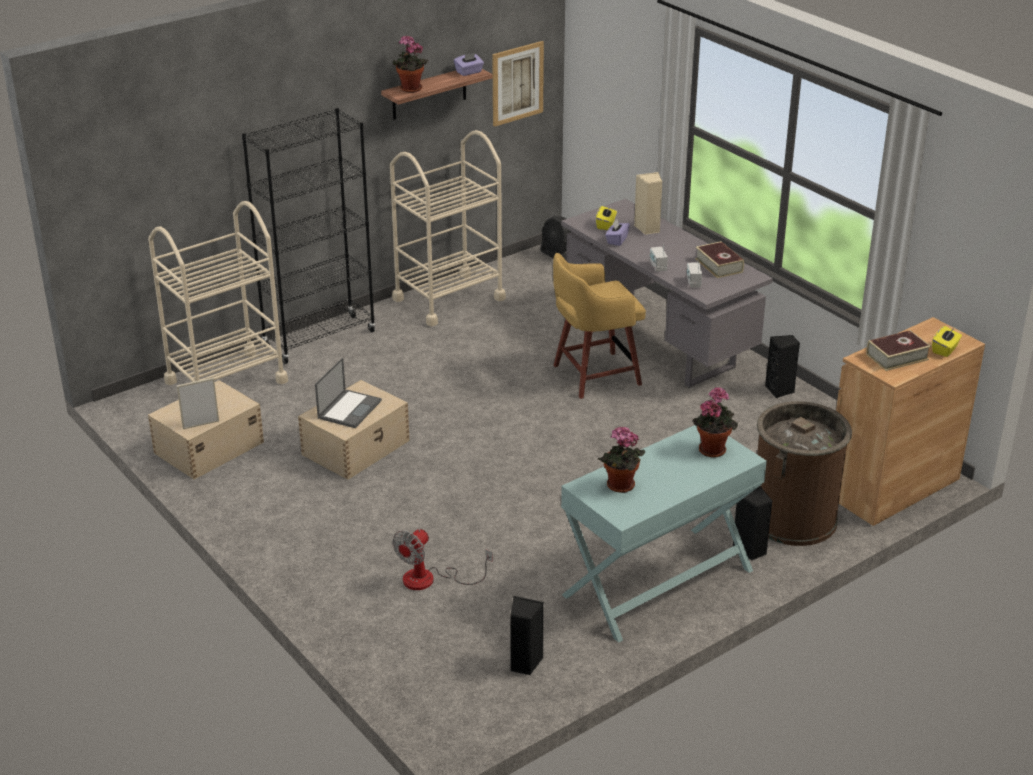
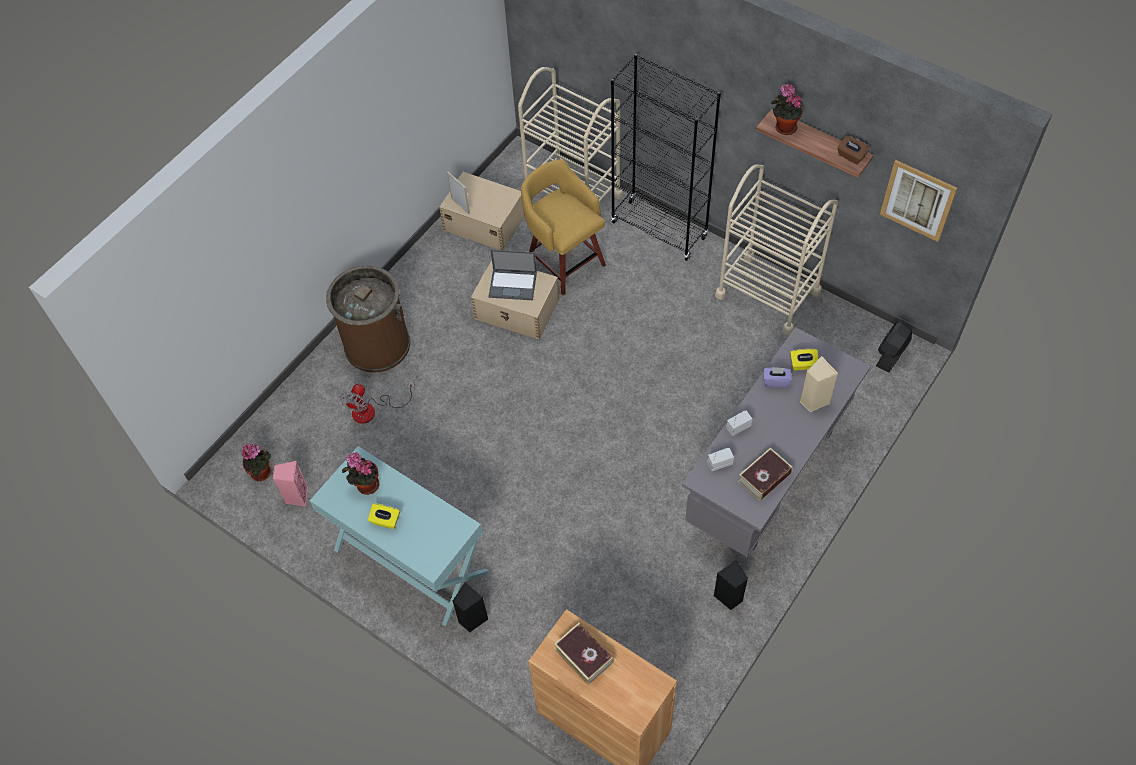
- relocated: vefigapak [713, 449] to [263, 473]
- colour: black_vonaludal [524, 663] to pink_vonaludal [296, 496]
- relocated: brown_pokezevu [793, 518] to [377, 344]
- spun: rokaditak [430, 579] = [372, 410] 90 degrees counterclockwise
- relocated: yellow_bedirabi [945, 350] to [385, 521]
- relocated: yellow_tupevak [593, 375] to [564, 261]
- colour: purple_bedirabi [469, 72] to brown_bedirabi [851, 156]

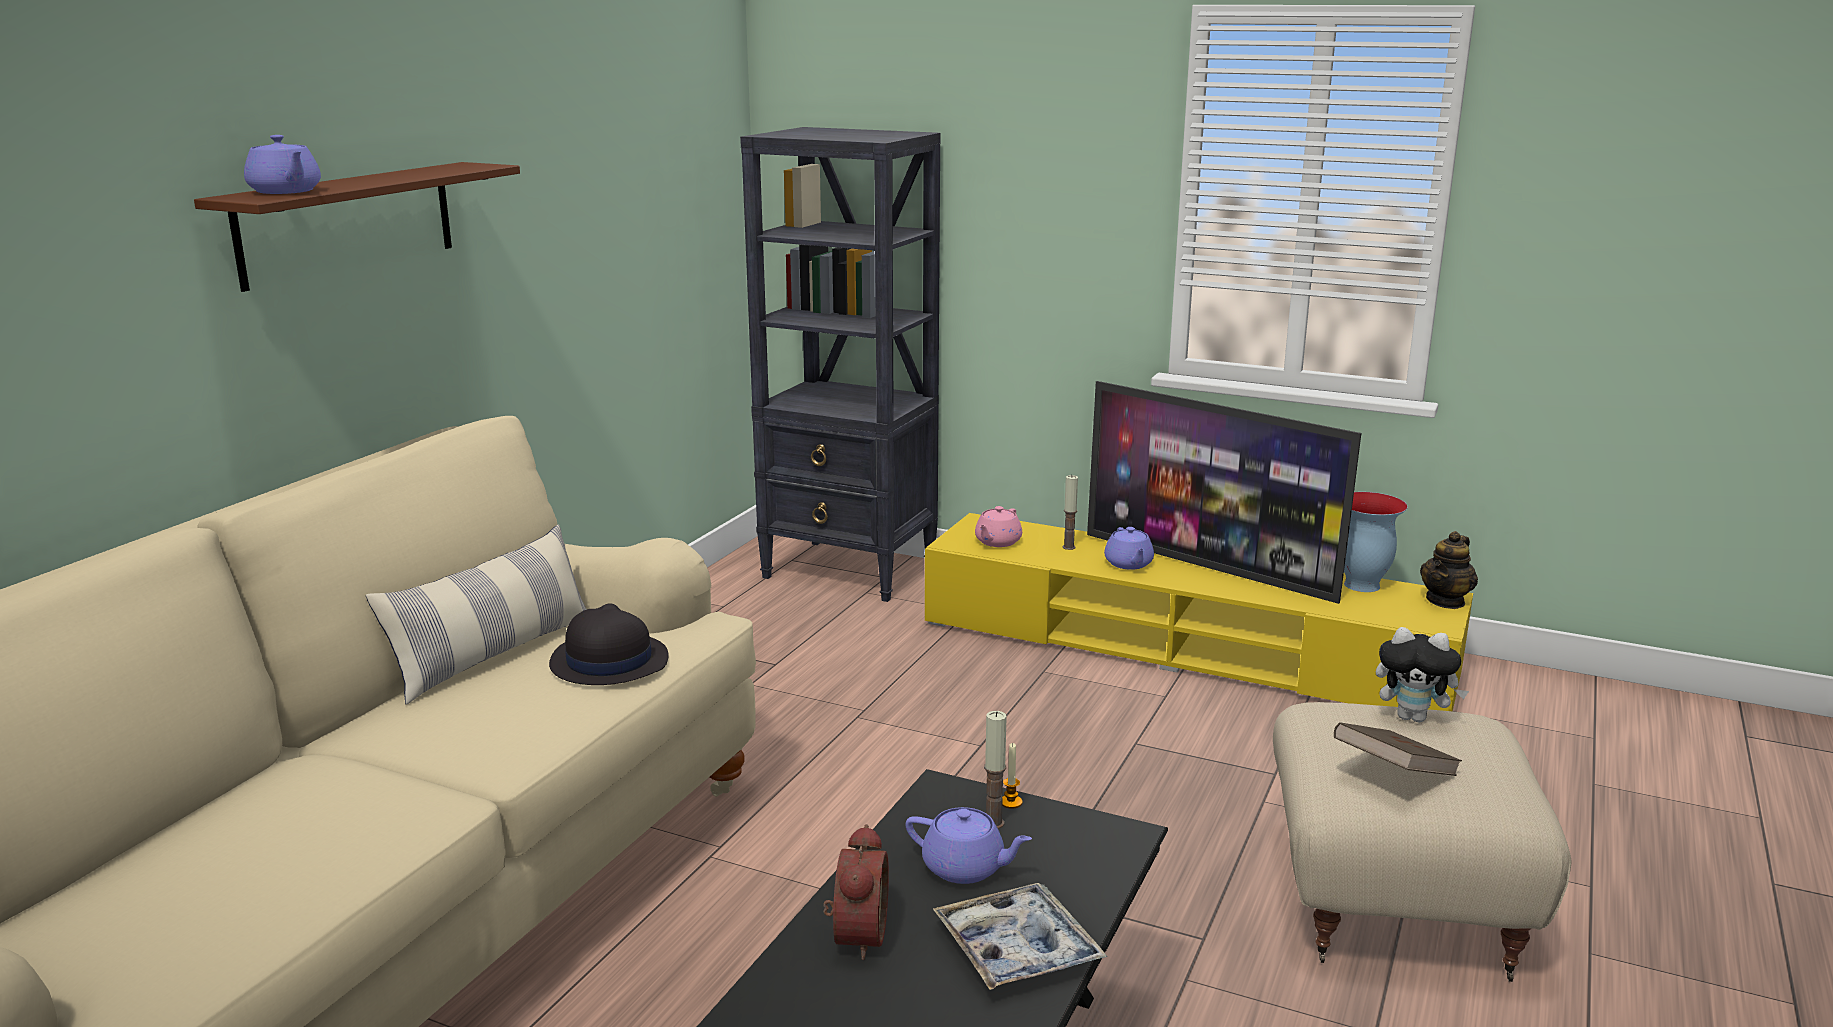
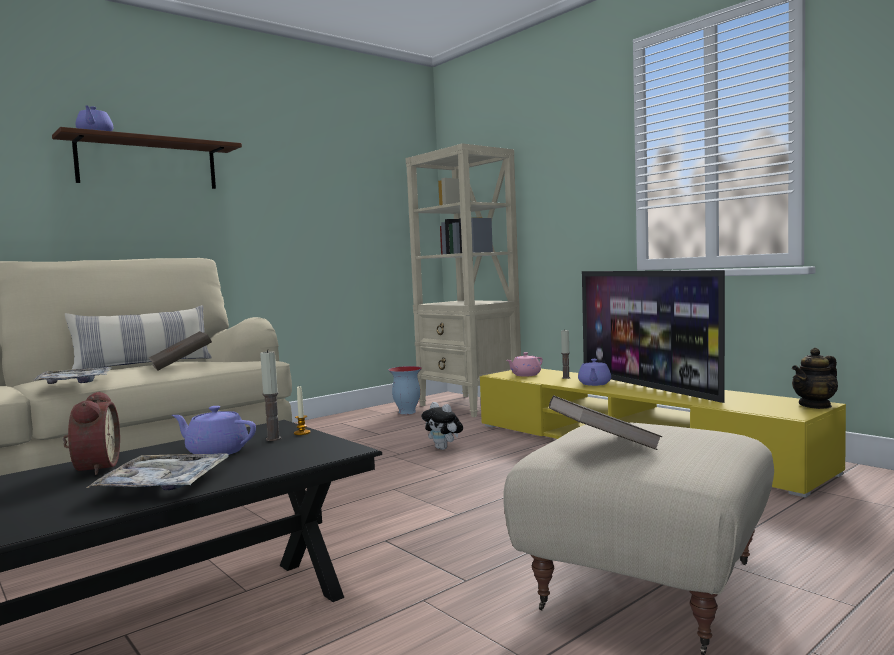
- appeared: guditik [75, 382]
- spun: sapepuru [855, 935] = [93, 468] 45 degrees counterclockwise
- exchanged: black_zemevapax [608, 661] to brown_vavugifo [181, 365]
- spun: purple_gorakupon [965, 868] = [216, 452] 150 degrees clockwise
- relocated: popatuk [1362, 585] to [407, 412]
- colour: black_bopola [850, 571] to beige_bopola [470, 406]
- relocated: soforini [1413, 717] to [444, 448]

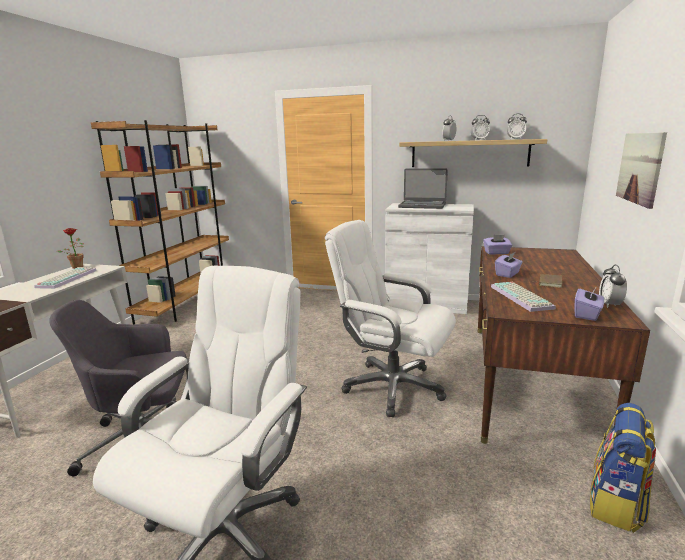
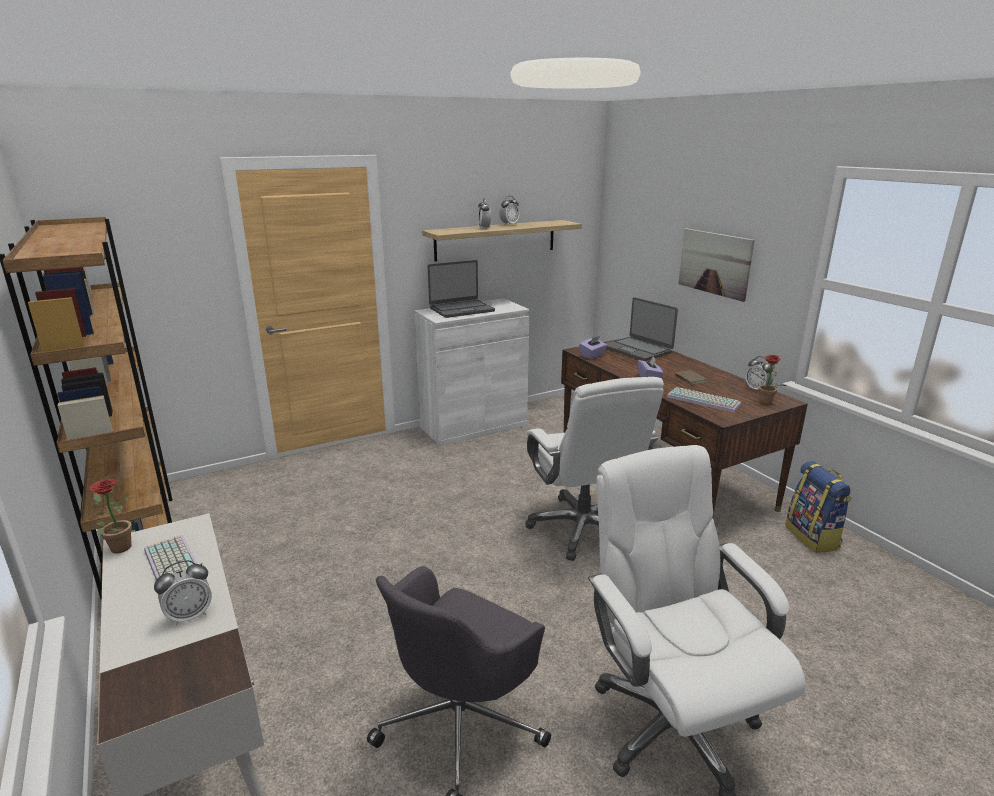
- relocated: sapepuru [515, 139] to [189, 615]
- spun: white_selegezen [392, 387] = [583, 528] 90 degrees counterclockwise
- appeared: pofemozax [637, 350]
- exchanged: purple_bedirabi [587, 314] to vefigapak [763, 402]

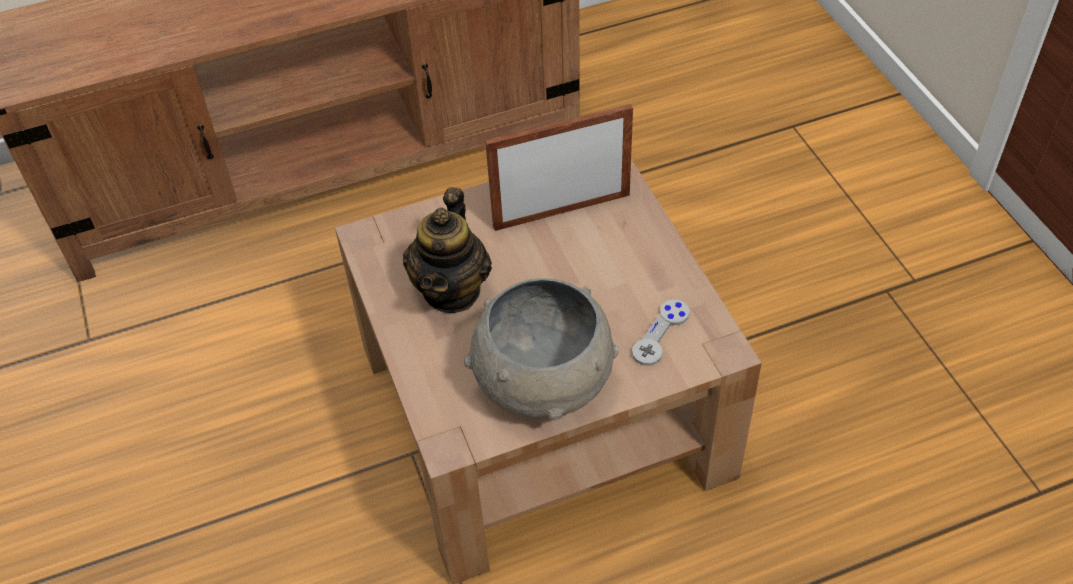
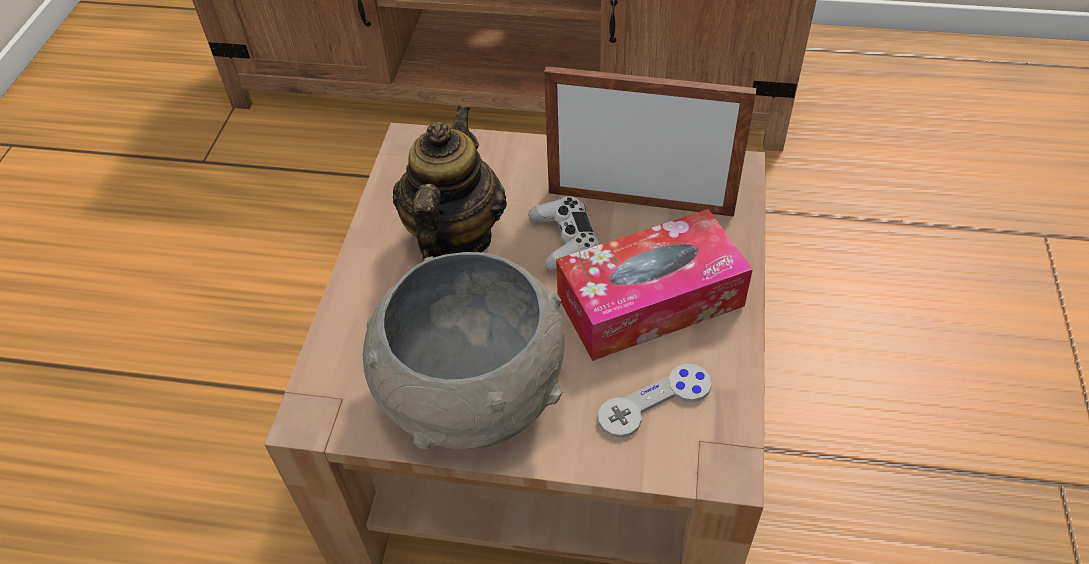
- spun: gorakupon [452, 290] = [453, 239] 150 degrees clockwise
- appeared: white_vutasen [564, 241]
- appeared: bedirabi [650, 301]

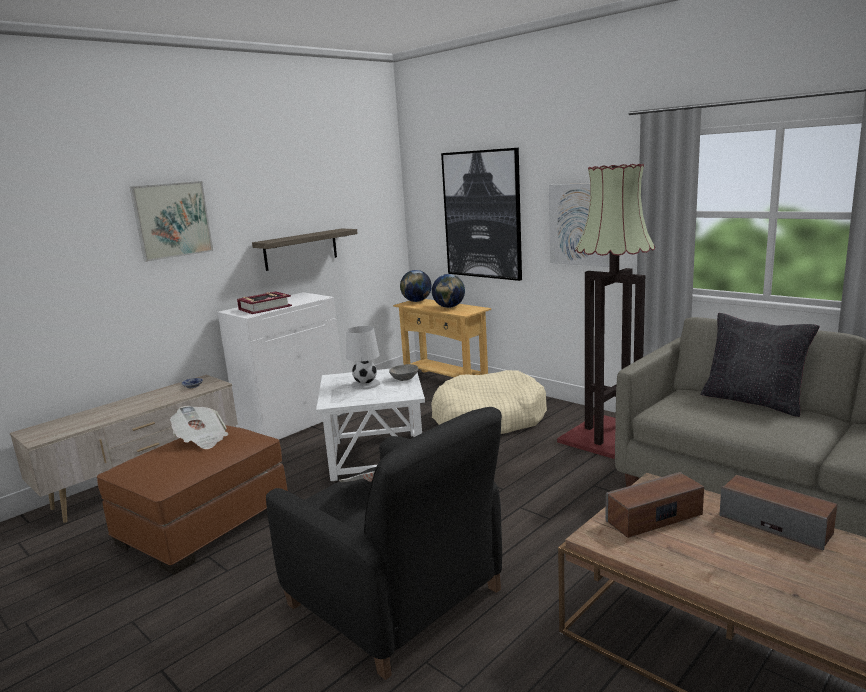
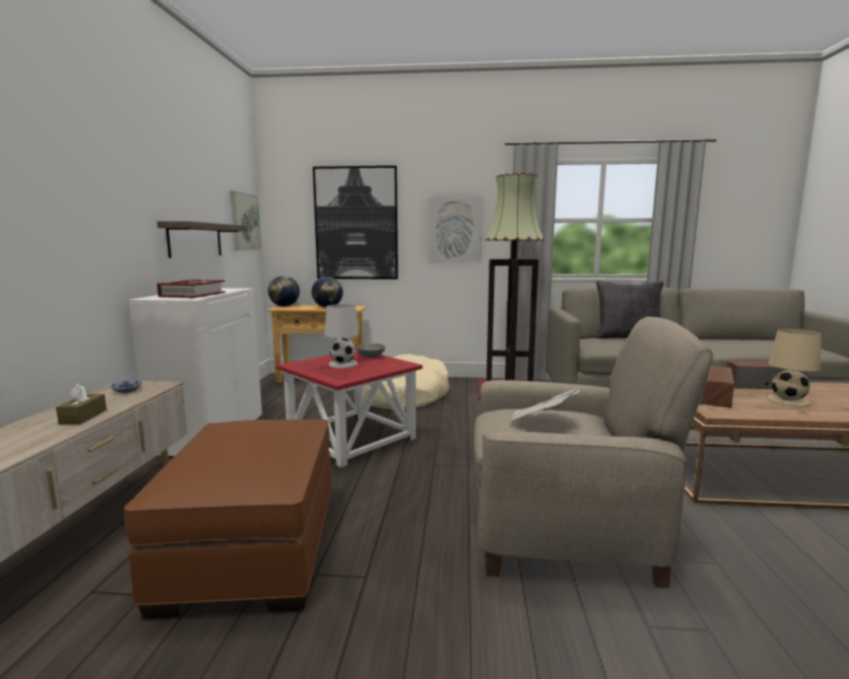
- appeared: brown_bedirabi [83, 417]
- relocated: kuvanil [172, 220] to [245, 222]
- colour: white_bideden [378, 455] to red_bideden [352, 438]
- colour: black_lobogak [396, 599] to beige_lobogak [564, 529]
- appeared: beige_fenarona [788, 401]
- missing: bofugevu [201, 440]

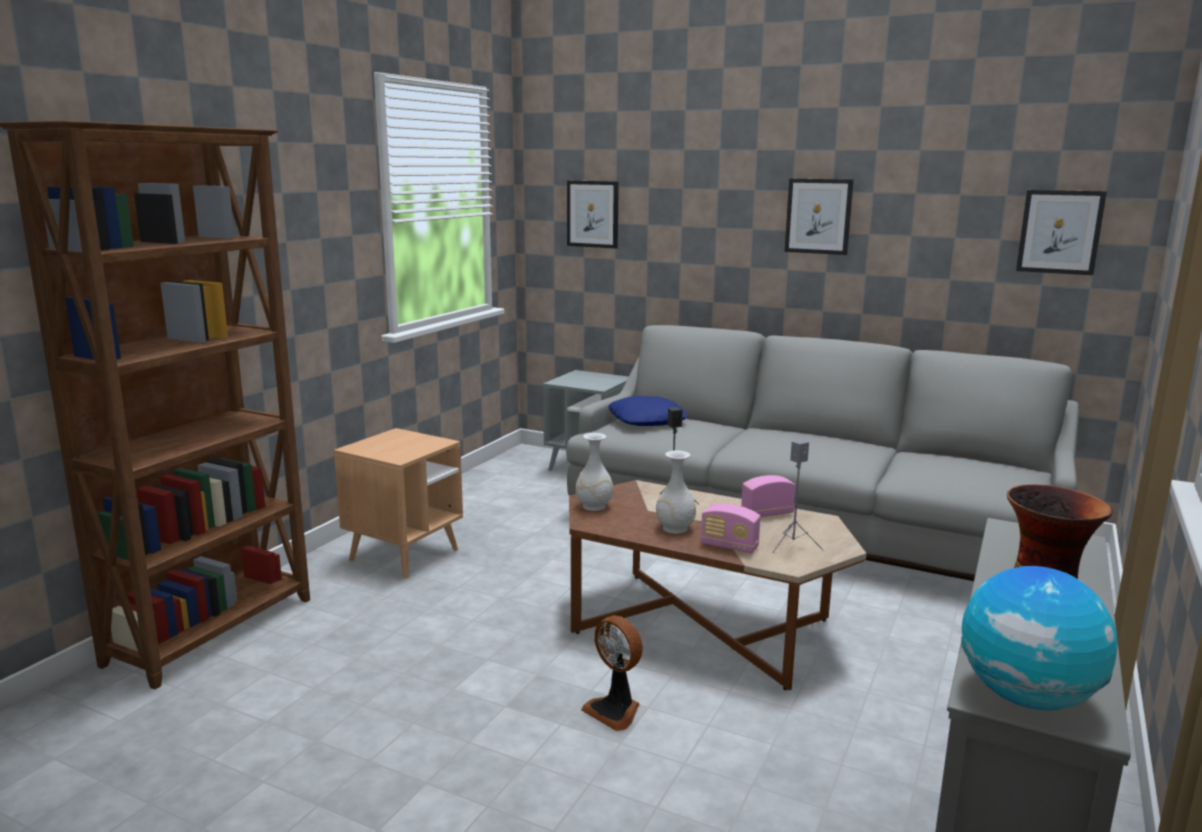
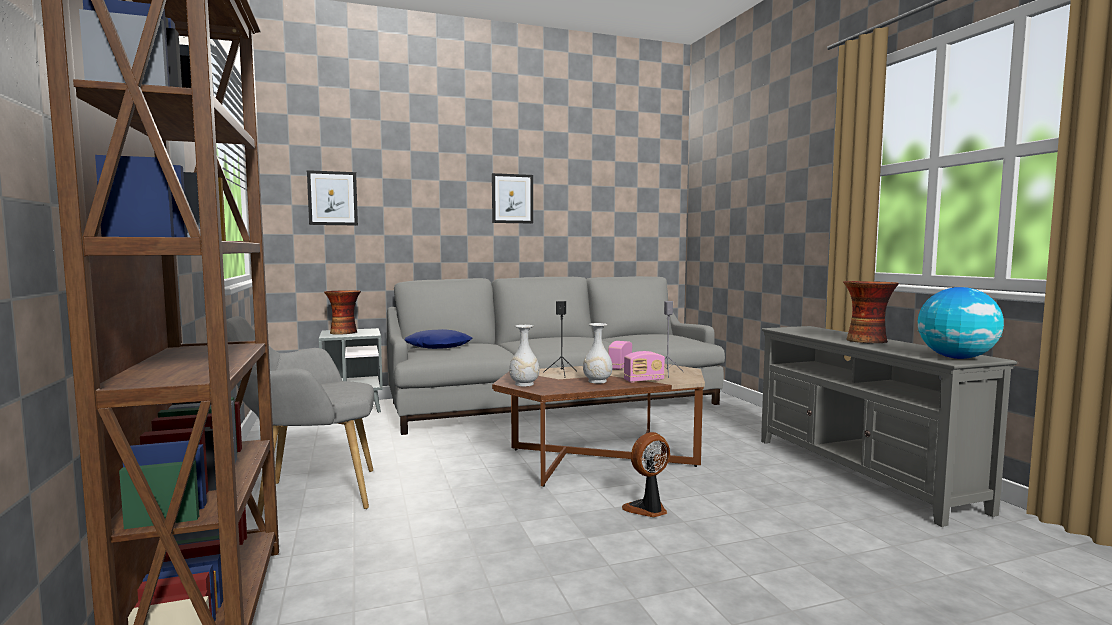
- exchanged: brown_bideden [404, 555] to grey_lobogak [309, 494]
- appeared: popatuk [344, 332]
- spun: rokaditak [615, 710] = [648, 509] 150 degrees clockwise
- missing: kuvanil [1060, 232]

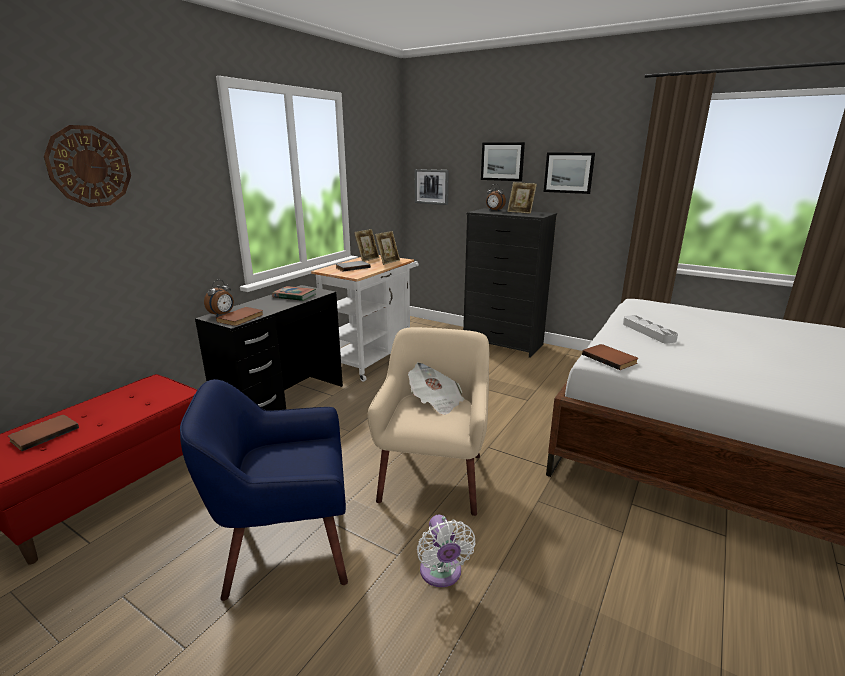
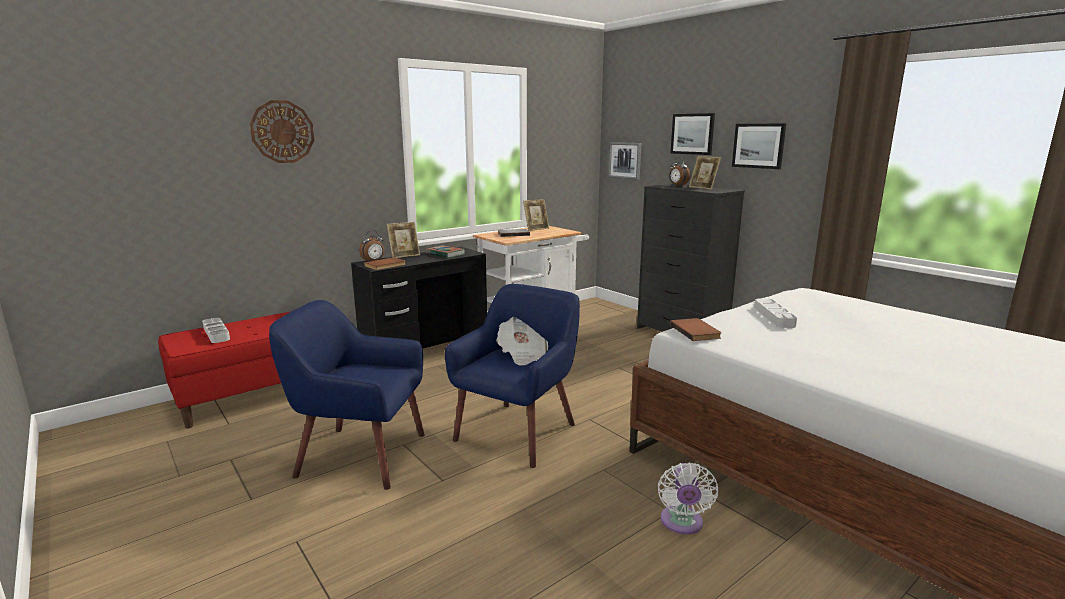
- exchanged: brown_vavugifo [44, 433] to grey_guditik [216, 333]
- relocated: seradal [388, 262] to [404, 256]
- colour: beige_lobogak [433, 476] to blue_lobogak [518, 432]
- relocated: white_rokaditak [441, 574] to [682, 523]

